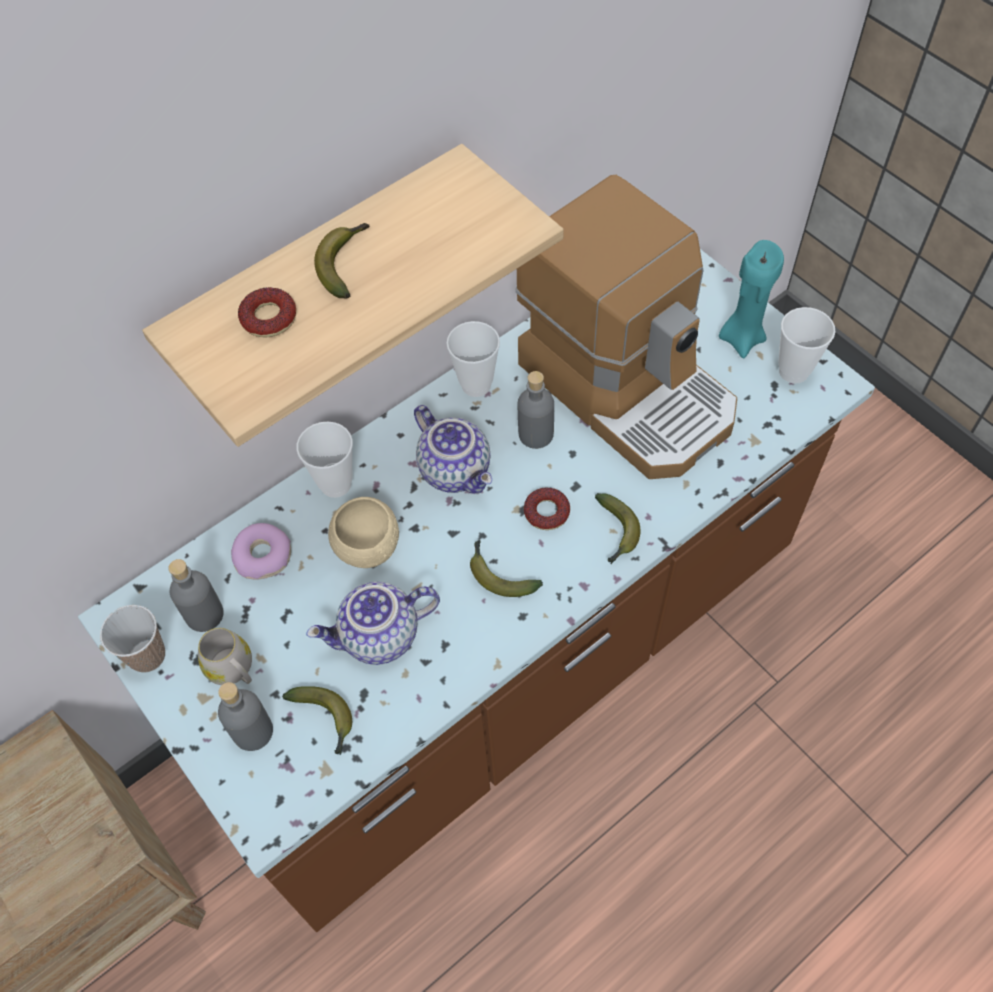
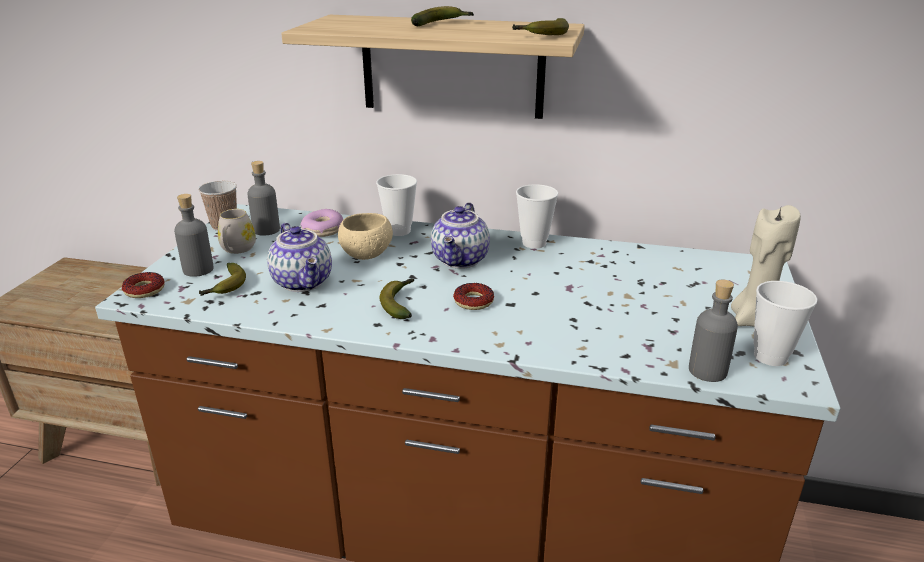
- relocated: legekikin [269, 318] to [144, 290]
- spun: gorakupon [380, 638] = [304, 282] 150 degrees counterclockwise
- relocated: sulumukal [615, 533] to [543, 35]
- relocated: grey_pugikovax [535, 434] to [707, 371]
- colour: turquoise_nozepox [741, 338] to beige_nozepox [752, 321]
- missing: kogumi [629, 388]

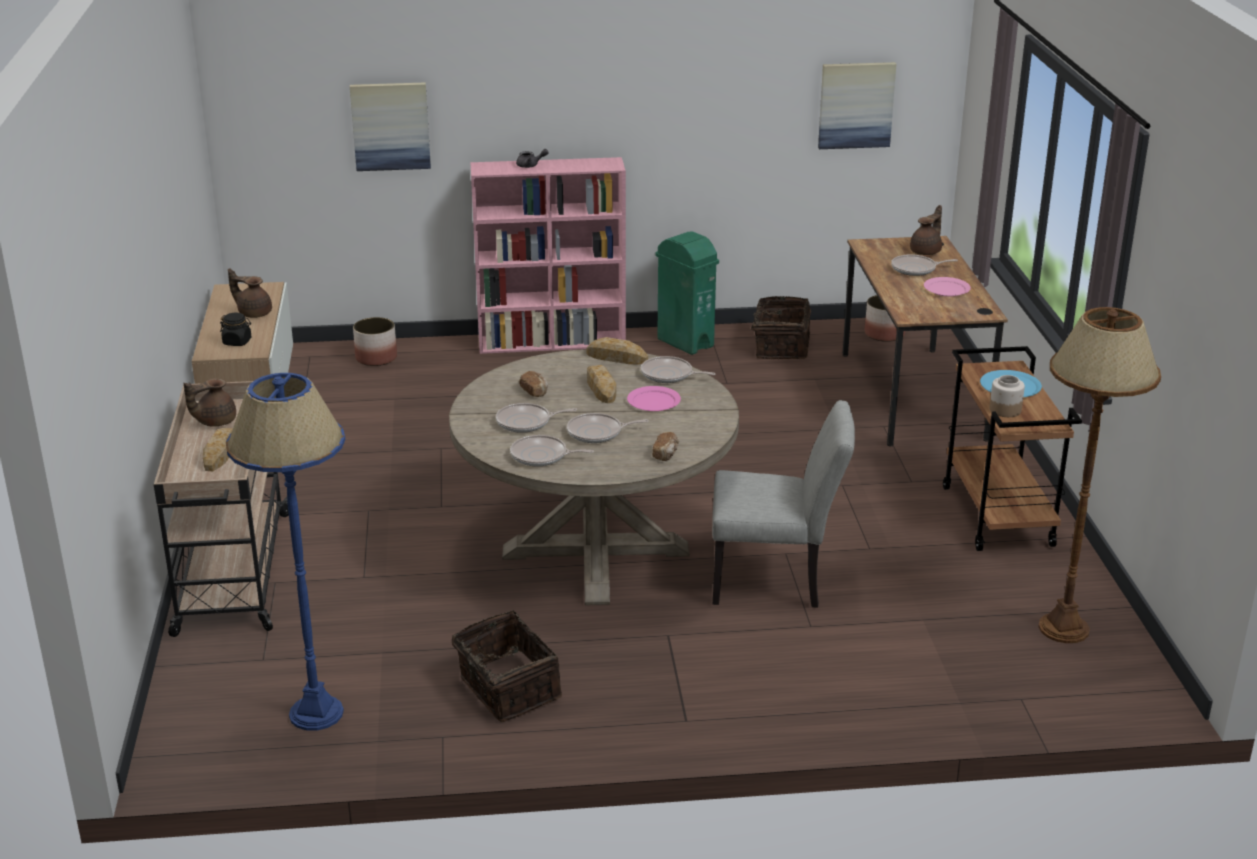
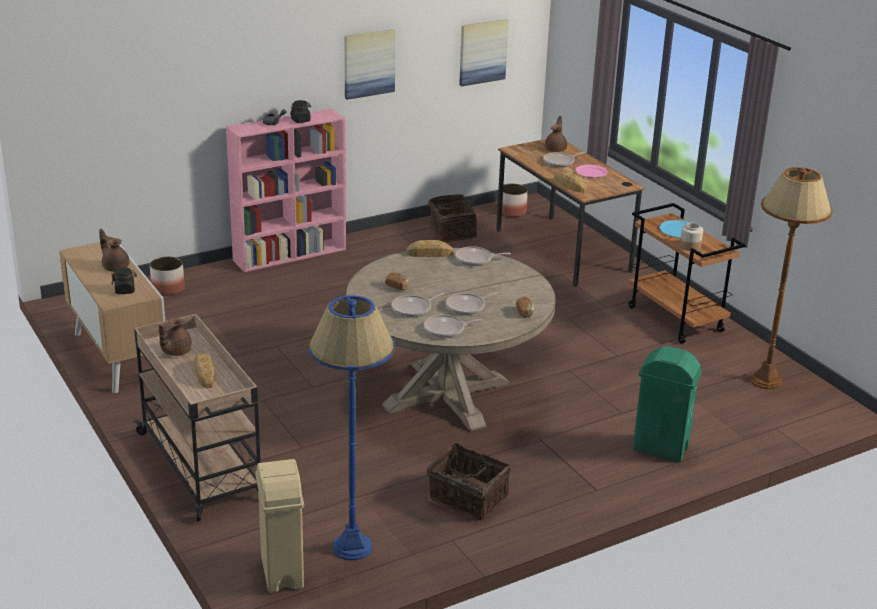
- spun: brown_gorakupon [254, 313] = [115, 266] 45 degrees clockwise
- appeared: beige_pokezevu [282, 573]
- appeared: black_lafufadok [300, 120]
- relocated: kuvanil [390, 126] to [369, 63]
- relocated: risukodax [601, 388] to [570, 185]
- relocated: green_pokezevu [685, 342] to [659, 448]
- missing: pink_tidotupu [654, 401]
- missing: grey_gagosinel [776, 581]

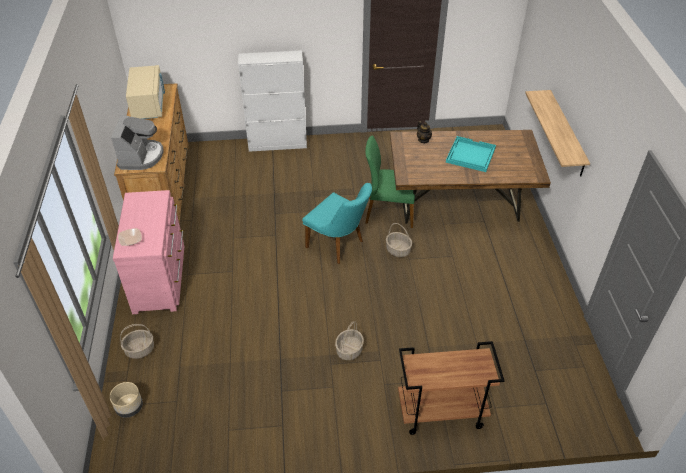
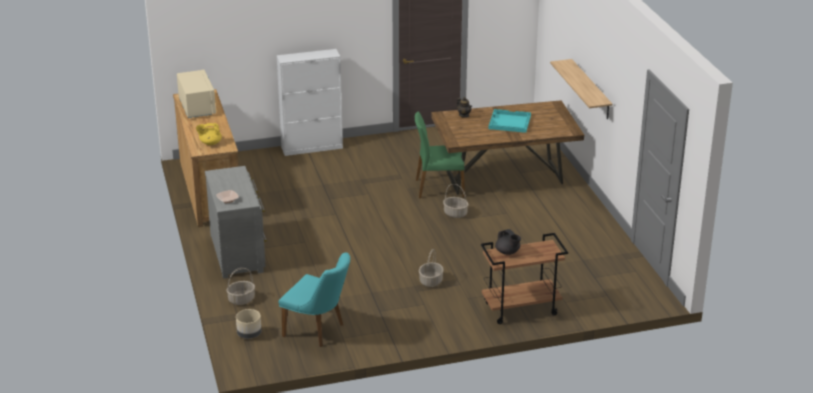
- exchanged: kogumi [141, 157] to yellow_gorakupon [210, 143]
- colour: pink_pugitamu [161, 278] to grey_pugitamu [238, 253]
- relocated: turquoise_gagosinel [339, 245] to [318, 331]
- appeared: black_gorakupon [507, 252]

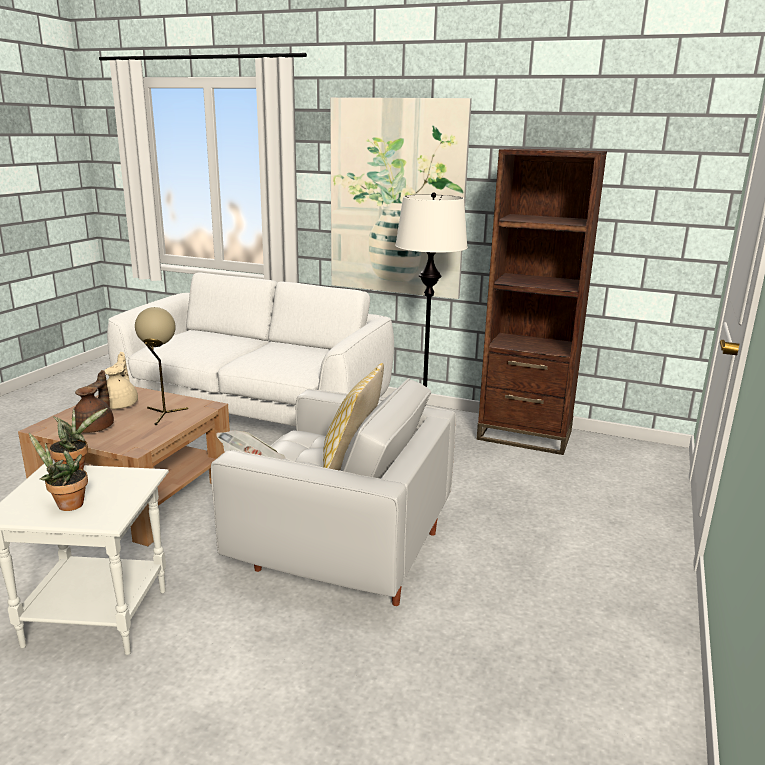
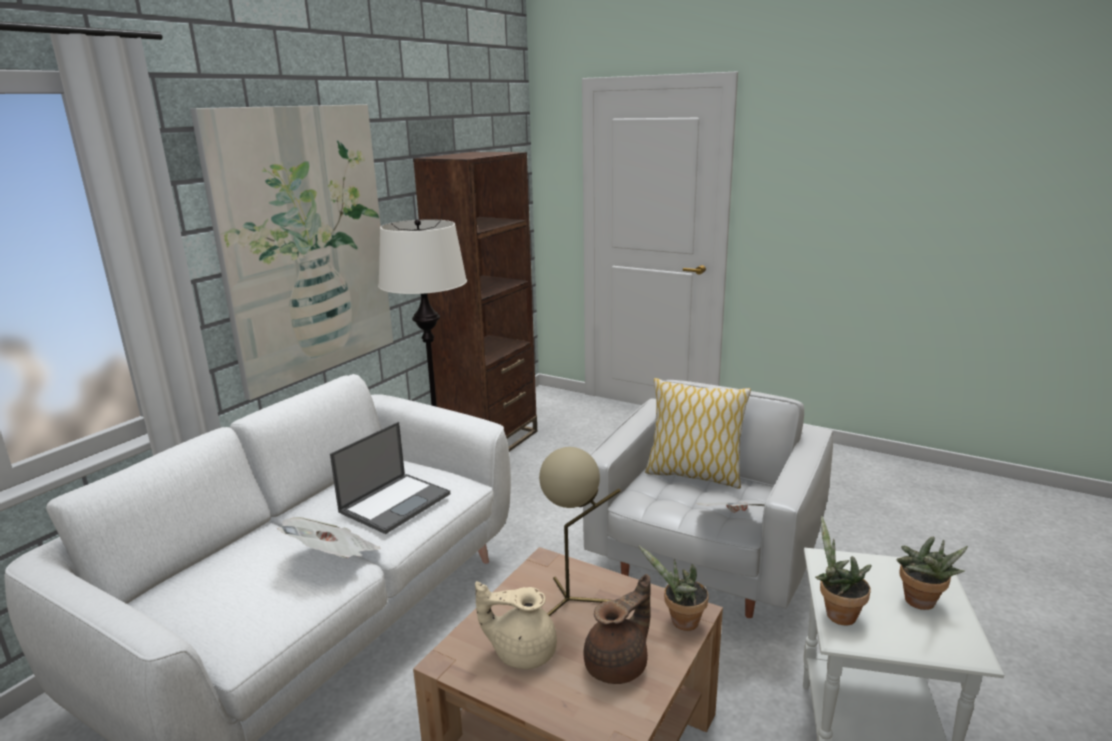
- appeared: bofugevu [333, 558]
- appeared: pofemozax [395, 502]
- spun: brown_gorakupon [96, 427] = [618, 665] 120 degrees clockwise
- appeared: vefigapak [680, 622]

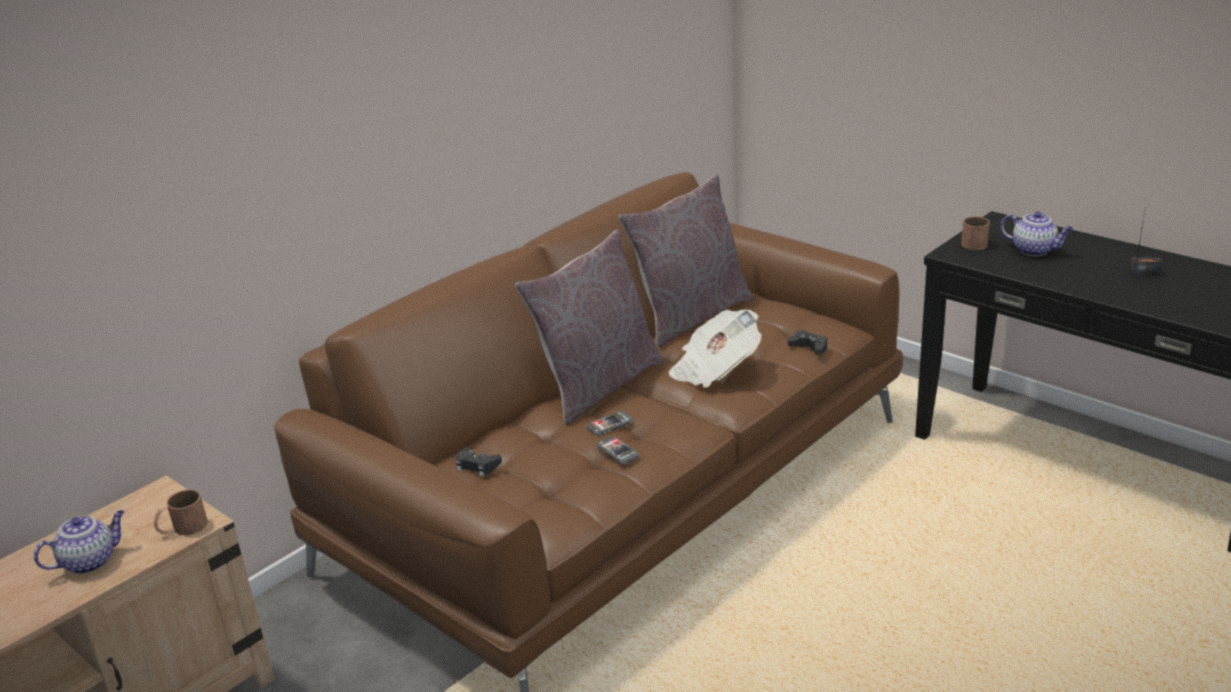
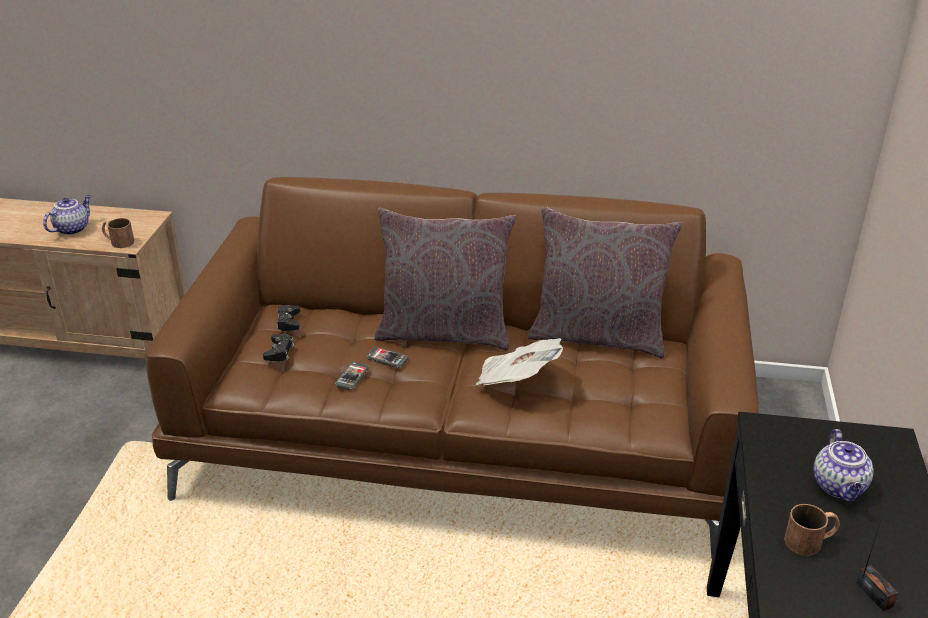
- spun: gorakupon [90, 561] = [72, 228] 75 degrees counterclockwise
- relocated: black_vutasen [809, 347] to [279, 351]
- relocated: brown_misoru [975, 242] to [811, 540]

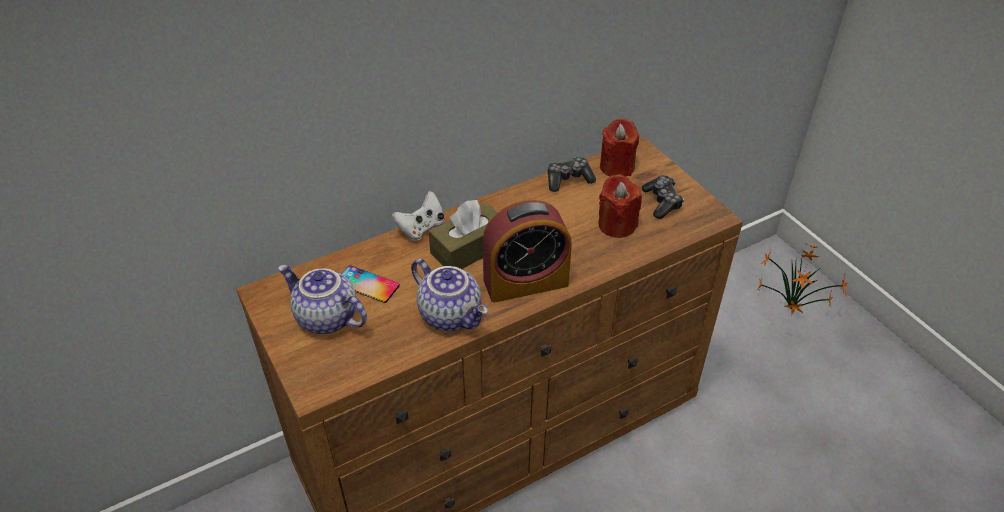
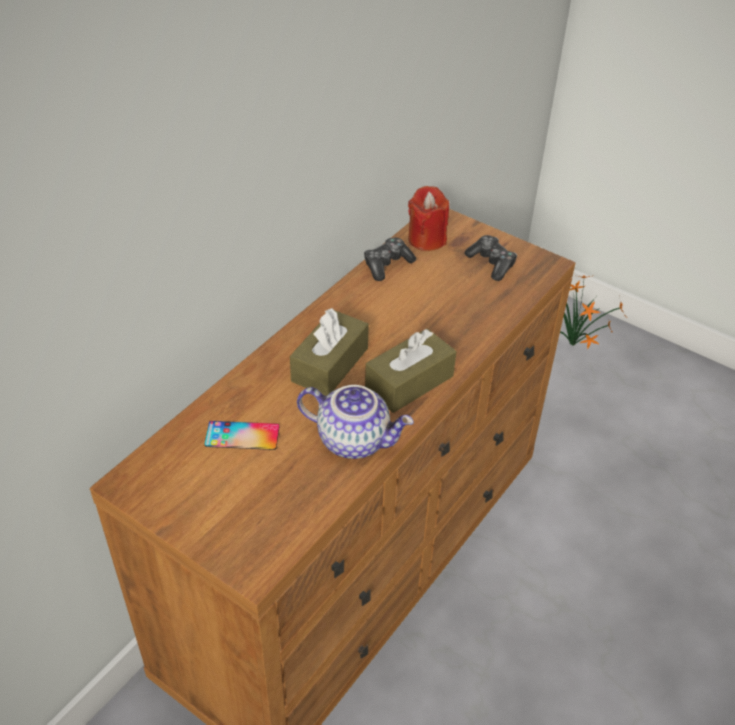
- exchanged: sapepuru [525, 282] to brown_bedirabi [409, 382]
- missing: gorakupon [325, 319]
- missing: white_vutasen [421, 228]
- missing: red_nozepox [616, 225]

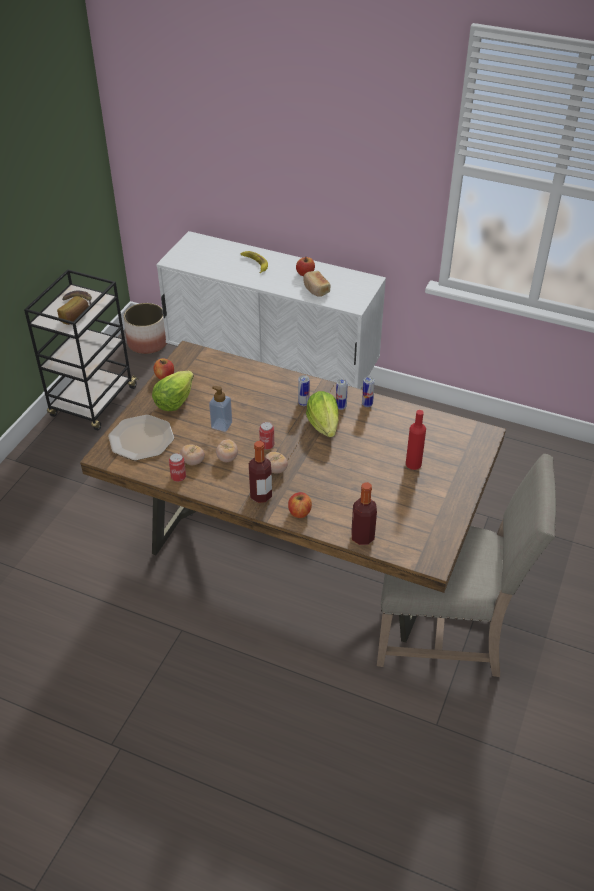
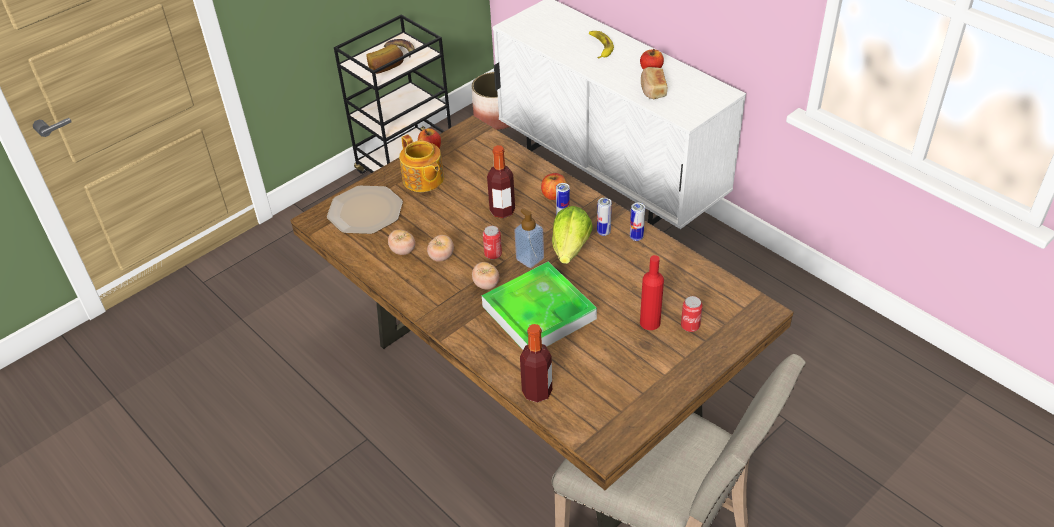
- exchanged: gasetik [174, 401] to gorakupon [423, 180]
- appeared: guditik [539, 312]
- relocated: pugikovax [261, 495] to [502, 211]
- relocated: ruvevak [221, 425] to [530, 259]
- relocated: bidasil [299, 512] to [553, 195]
- relocated: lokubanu [178, 477] to [690, 326]

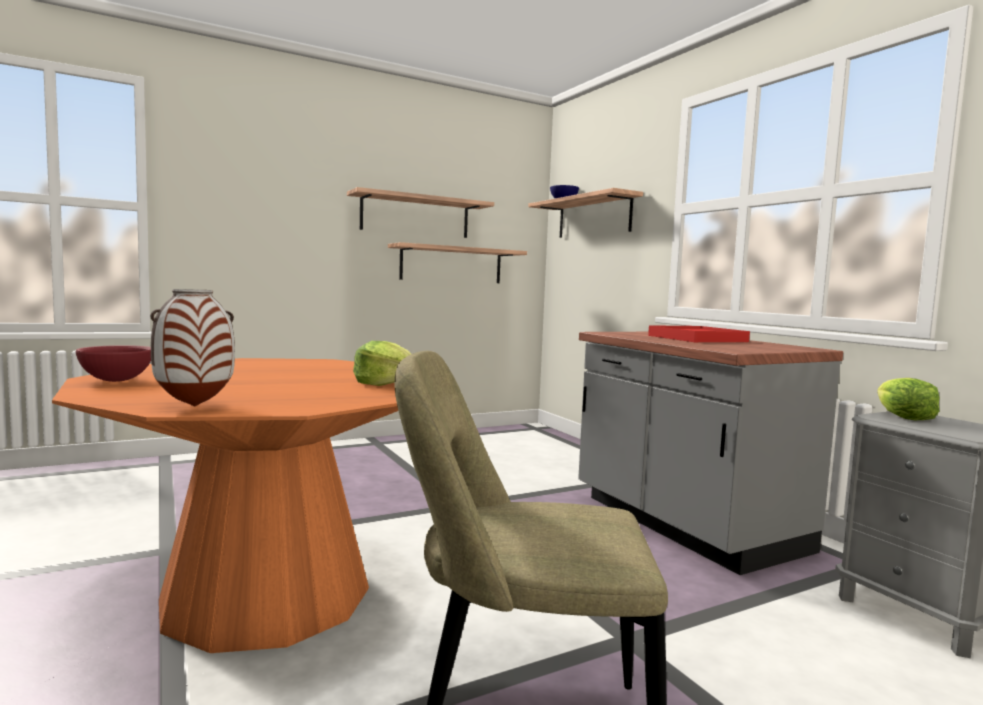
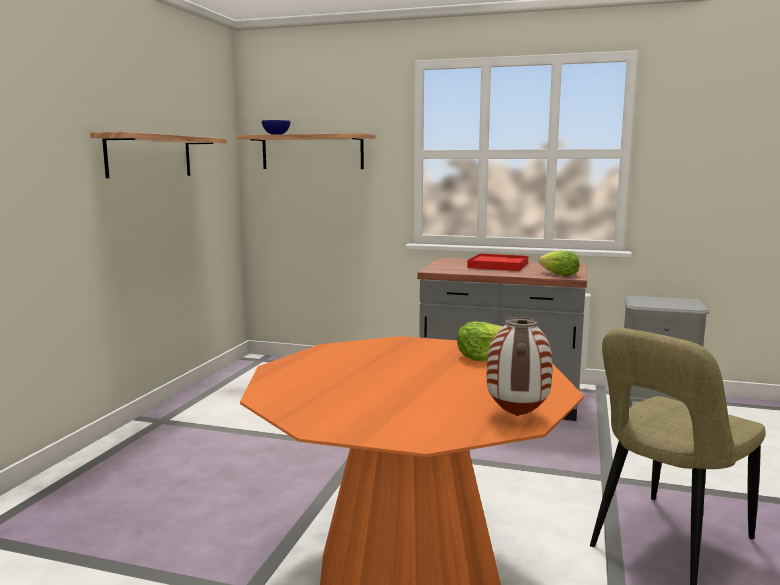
- relocated: gasetik [902, 417] to [559, 275]
- missing: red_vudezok [118, 380]
- missing: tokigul [451, 264]

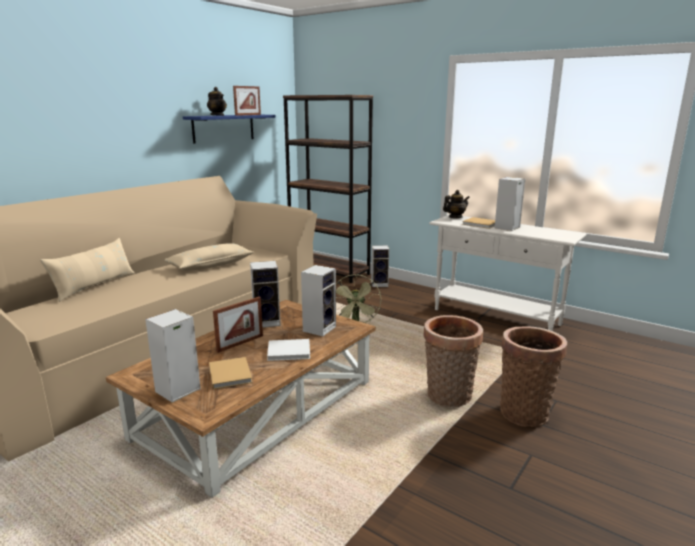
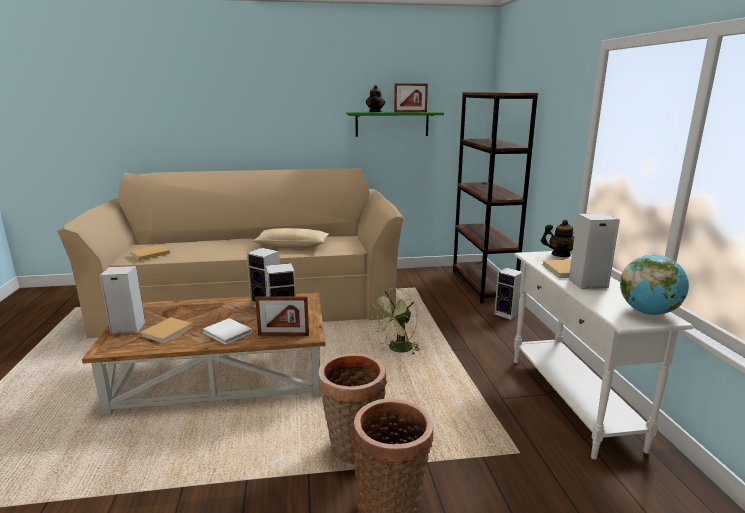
- appeared: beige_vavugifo [149, 254]
- relocated: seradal [240, 343] to [283, 335]
- colour: blue_tokigul [223, 128] to green_tokigul [392, 124]
- appeared: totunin [648, 312]
- missing: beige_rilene [95, 286]

